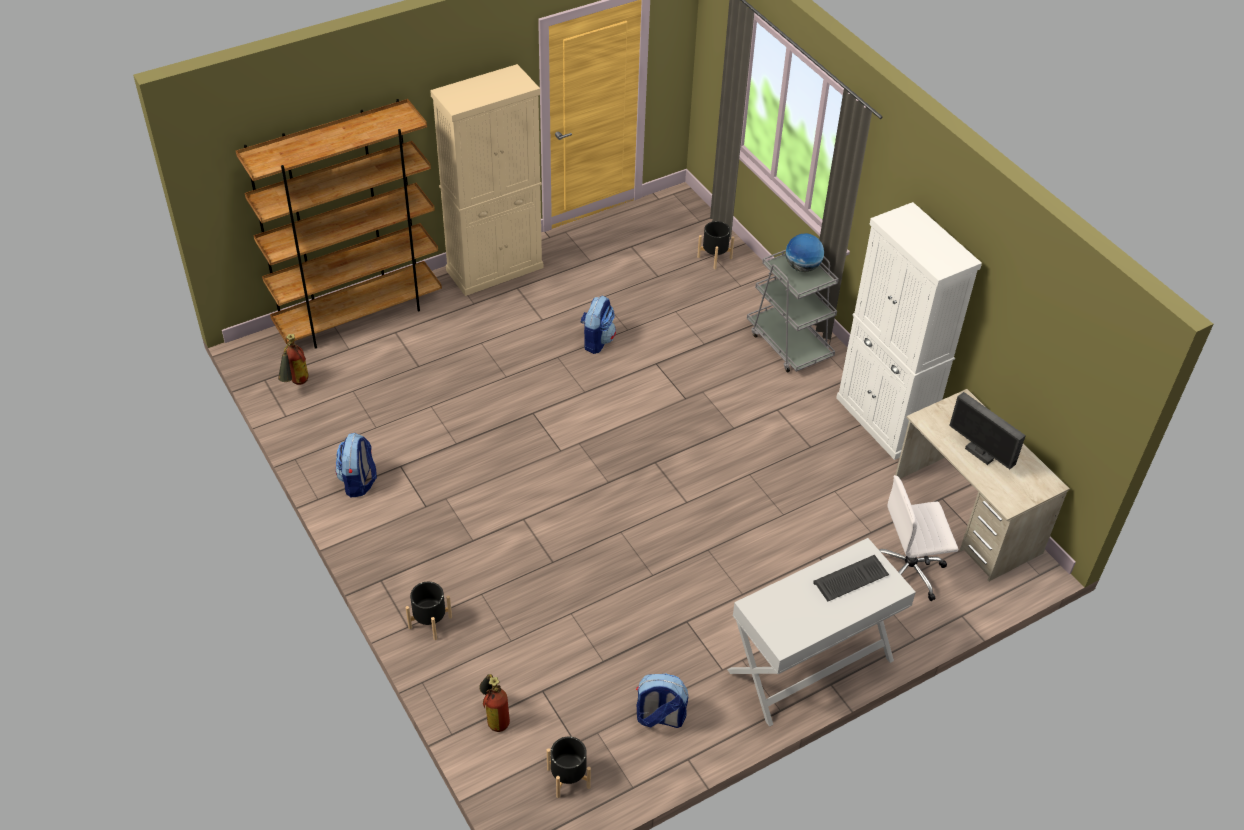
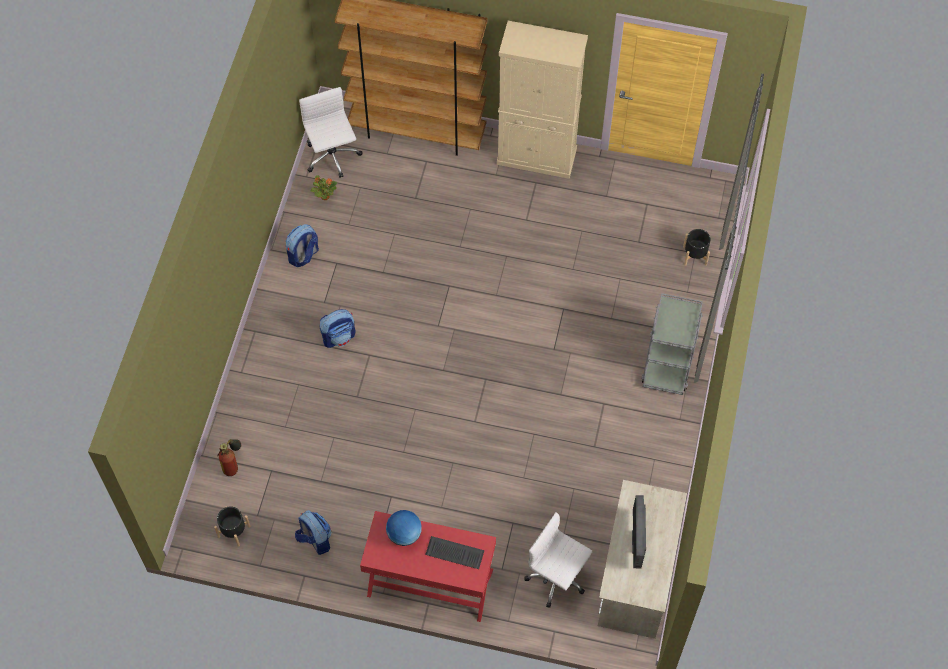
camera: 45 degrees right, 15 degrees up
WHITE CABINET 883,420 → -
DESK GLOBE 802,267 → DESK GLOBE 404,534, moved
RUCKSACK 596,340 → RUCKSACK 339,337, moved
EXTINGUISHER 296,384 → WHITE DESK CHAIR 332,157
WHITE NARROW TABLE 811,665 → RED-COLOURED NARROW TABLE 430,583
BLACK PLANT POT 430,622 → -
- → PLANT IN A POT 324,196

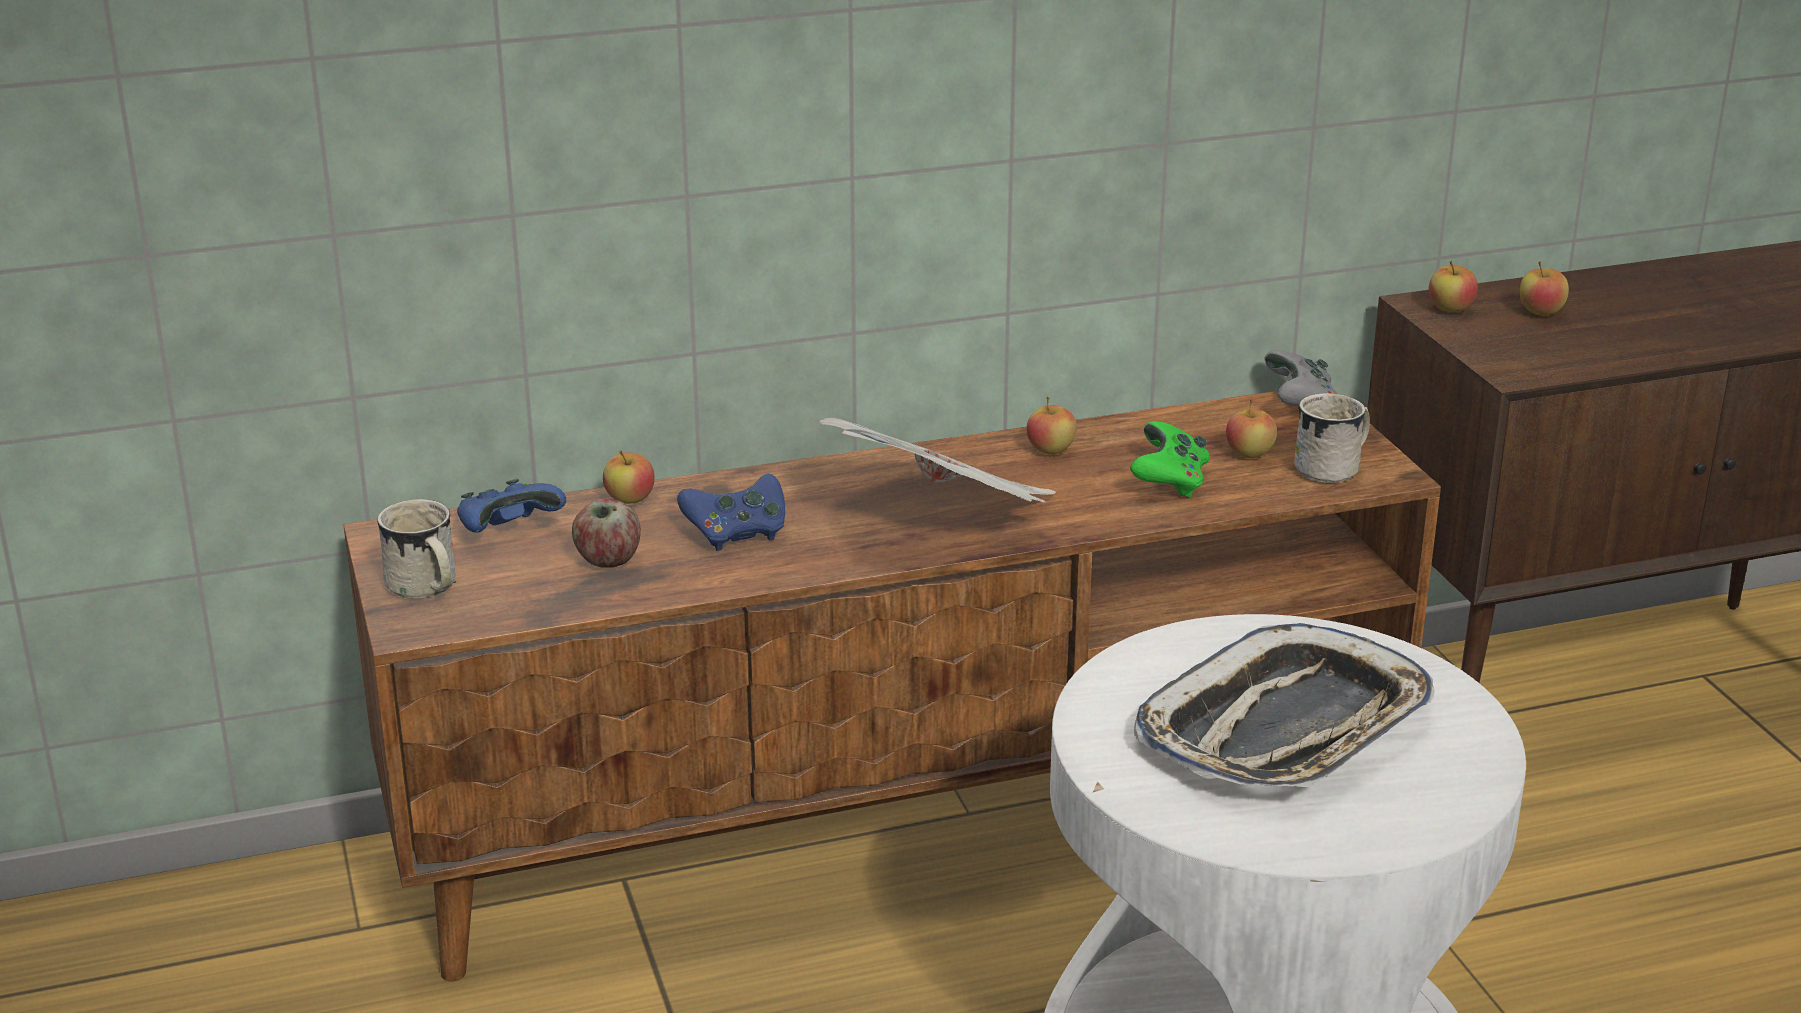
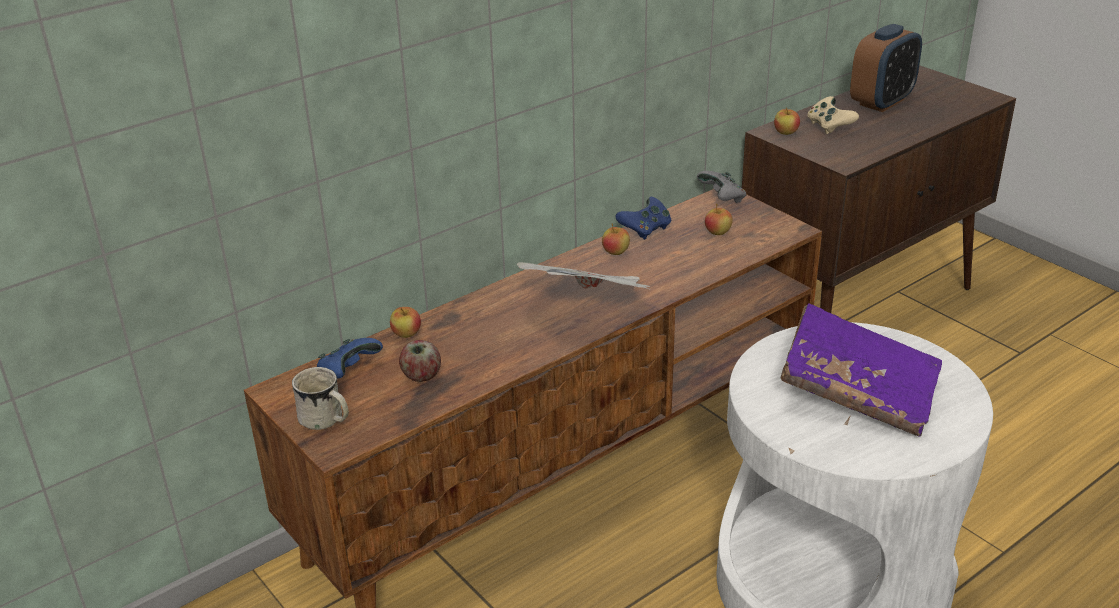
camera: 20 degrees left, 5 degrees up
WHOLE APPLE 1540,312 → SAND-COLOURED GAMEPAD 829,126
WHITE MUG 1335,468 → -
GREENISH GAMEPAD 1169,482 → -
BLUE GAMEPAD 736,534 → BLUE GAMEPAD 645,230, moved
SERVING TRAY 1285,730 → PURPLE-COLOURED VOLUME 858,391
- → TABLE CLOCK 881,102

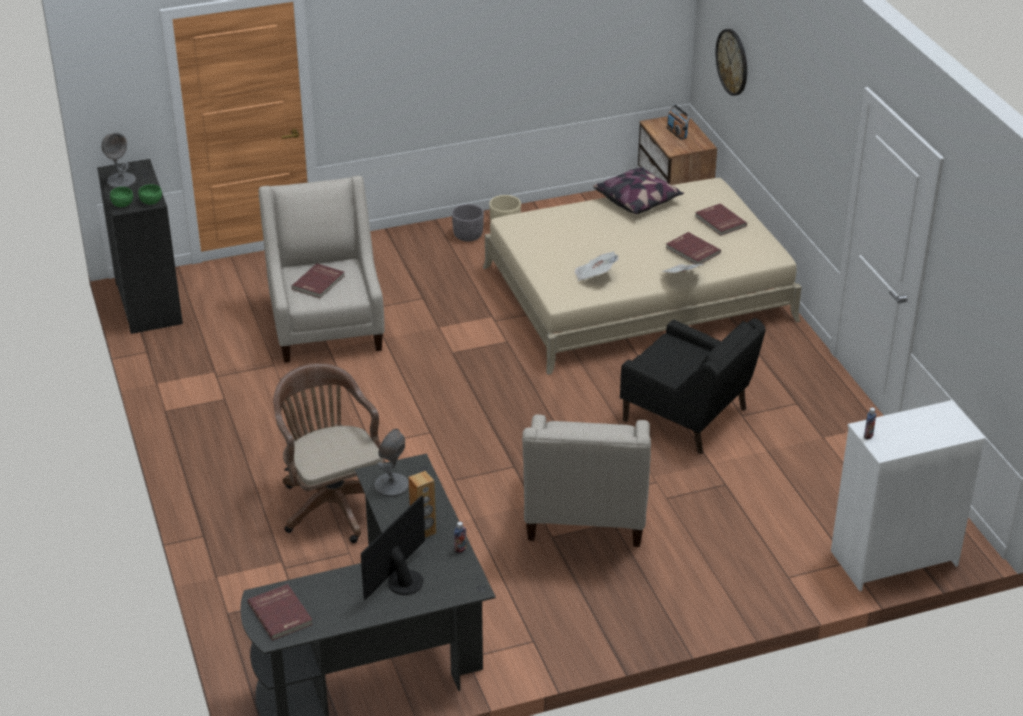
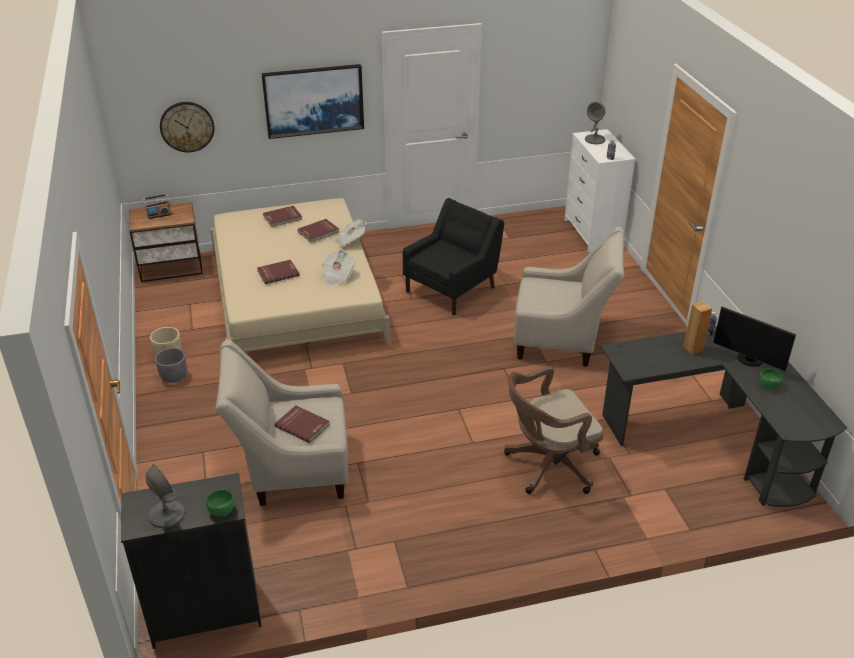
camera: 85 degrees left, 0 degrees up
CUSHION 638,200 → -
GREENISH BOWL 151,201 → GREENISH BOWL 768,385, moved
GRAY TABLE LAMP 391,486 → GRAY TABLE LAMP 595,140, moved
RED-COLOURED VOLUME 281,613 → RED-COLOURED VOLUME 278,273, moved
- → WALL PICTURE 313,100

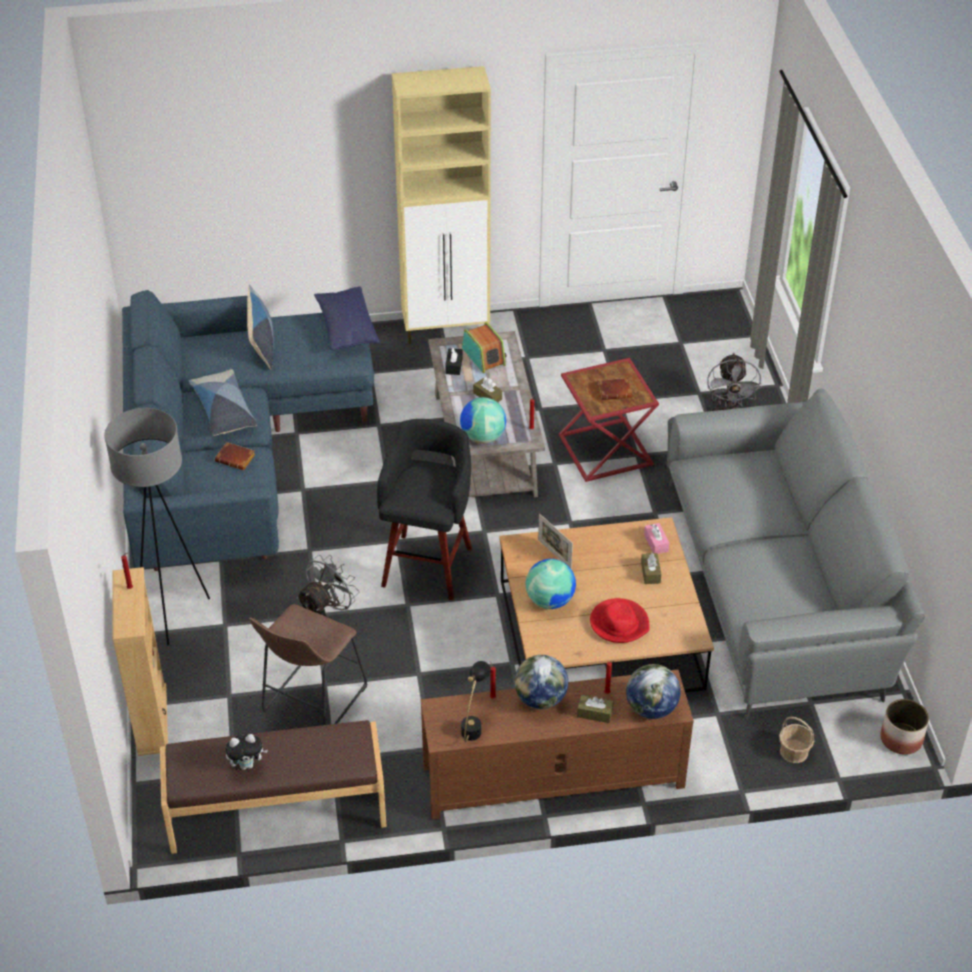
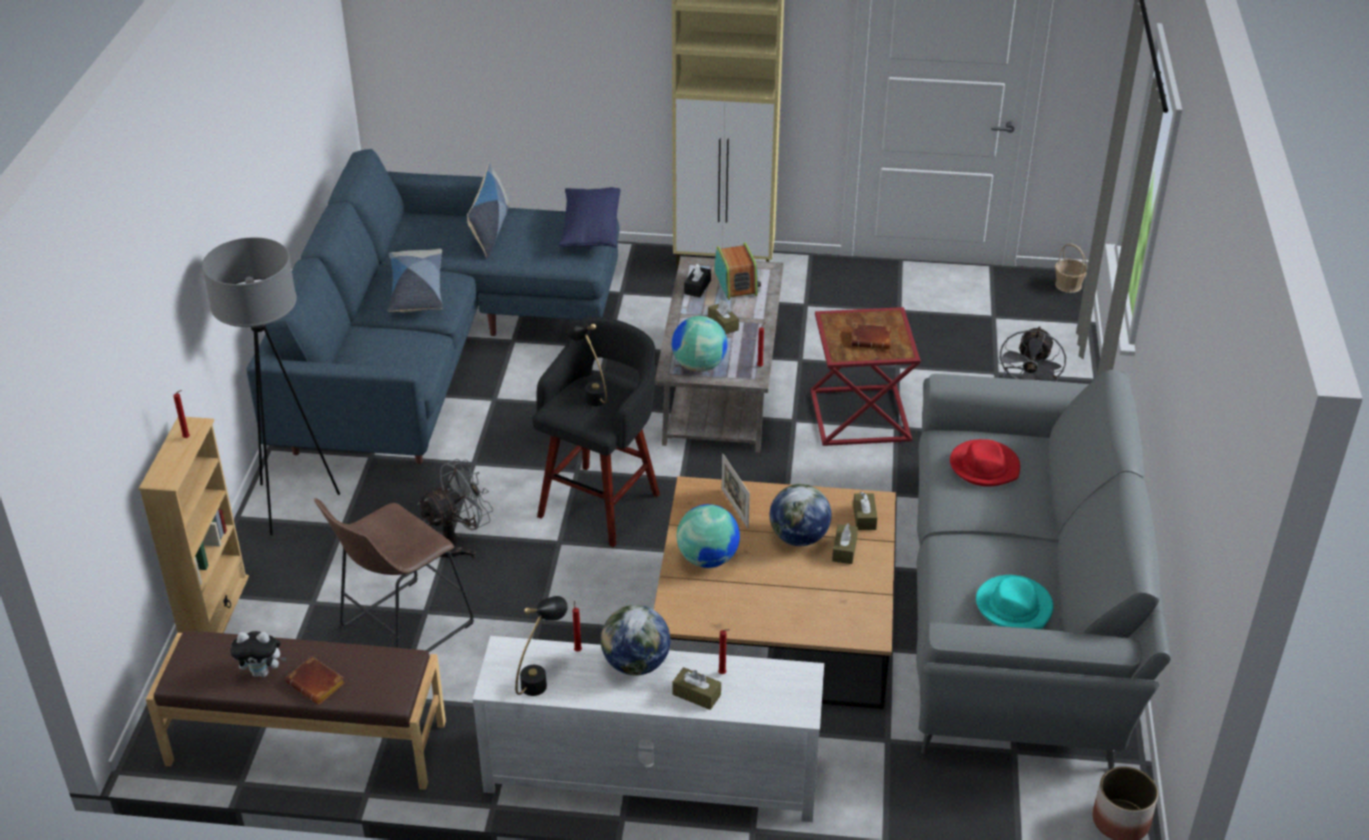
camera: 15 degrees right, 5 degrees down
BROWNISH VOLUME 236,458 → BROWNISH VOLUME 318,684, moved
PINK-COLOURED TISSUE BOX 656,543 → BROWNISH TISSUE BOX 864,517
RED-COLOURED WEARABLE HAT 619,623 → RED-COLOURED WEARABLE HAT 984,466, moved
DESK GLOBE 651,709 → DESK GLOBE 798,538, moved
BROWNISH TV STAND 552,777 → WHITE TV STAND 650,773
HOUSEHOLD BASKET 794,752 → HOUSEHOLD BASKET 1068,285, moved
- → BLACK TABLE LAMP 591,393
- → TURQUOISE WEARABLE HAT 1014,606

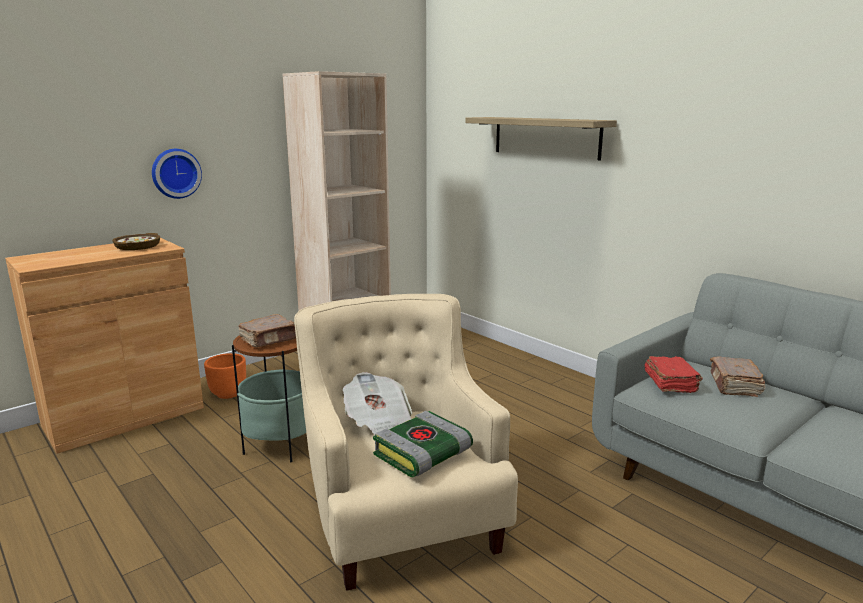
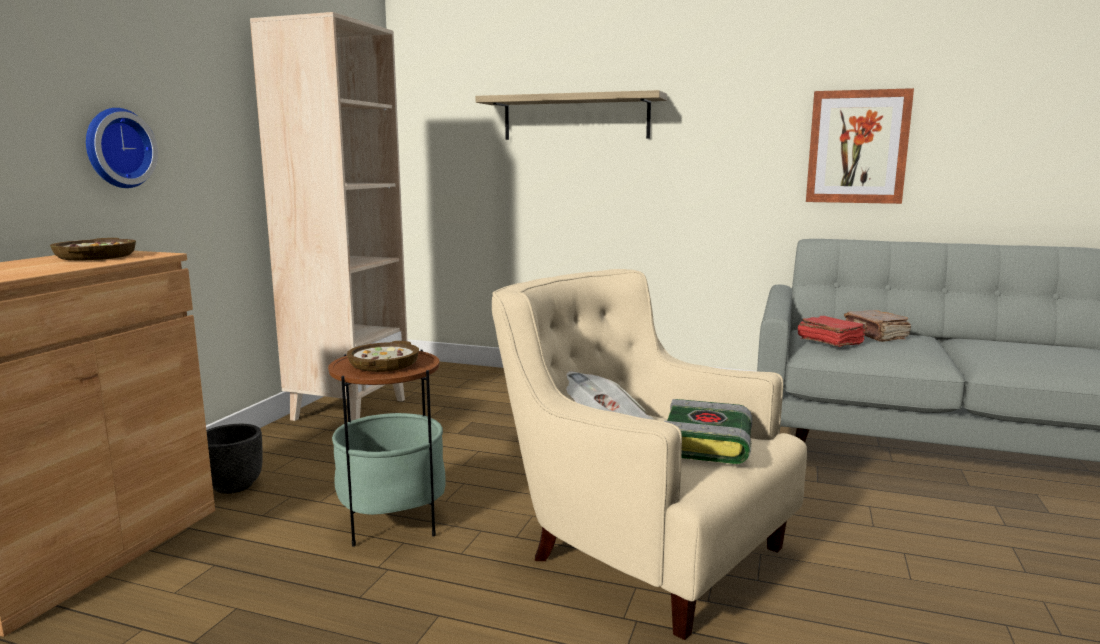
camera: 30 degrees left, 5 degrees down
BROWNISH VOLUME 269,340 → BOWL 384,364
ORANGE-COLOURED PLANT POT 228,393 → BLACK PLANT POT 233,486
- → WALL PICTURE 857,147

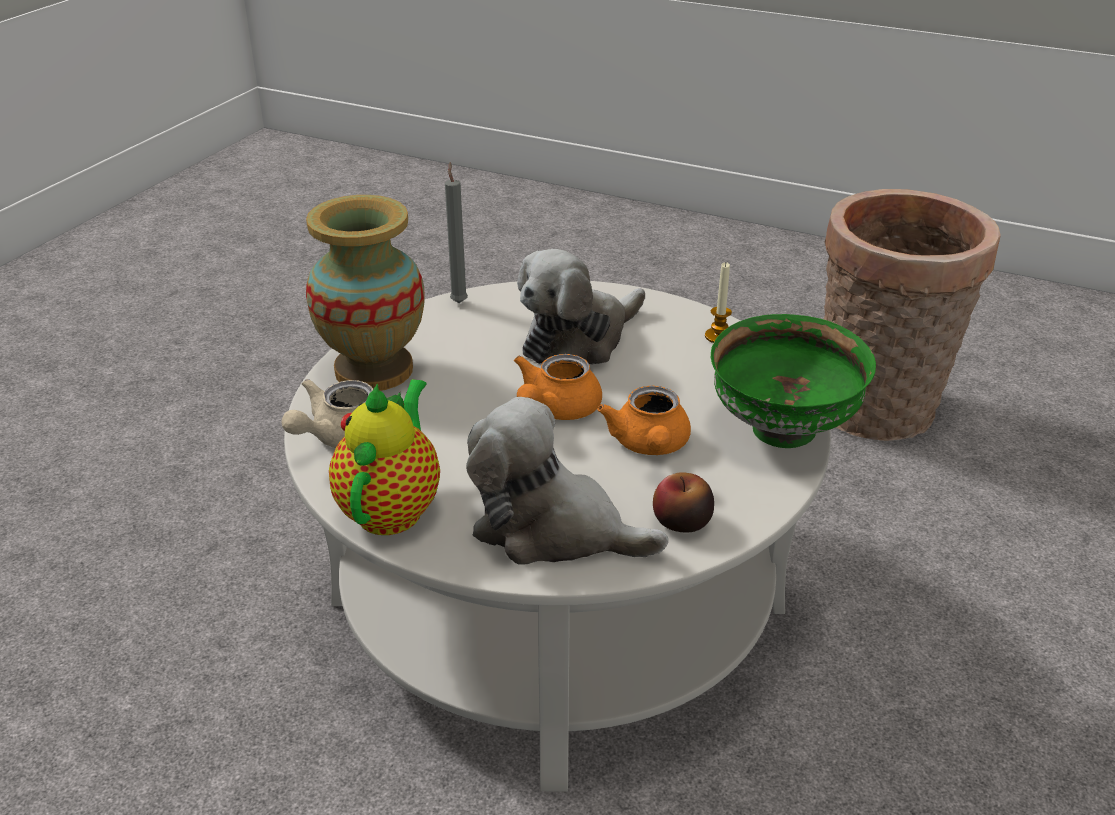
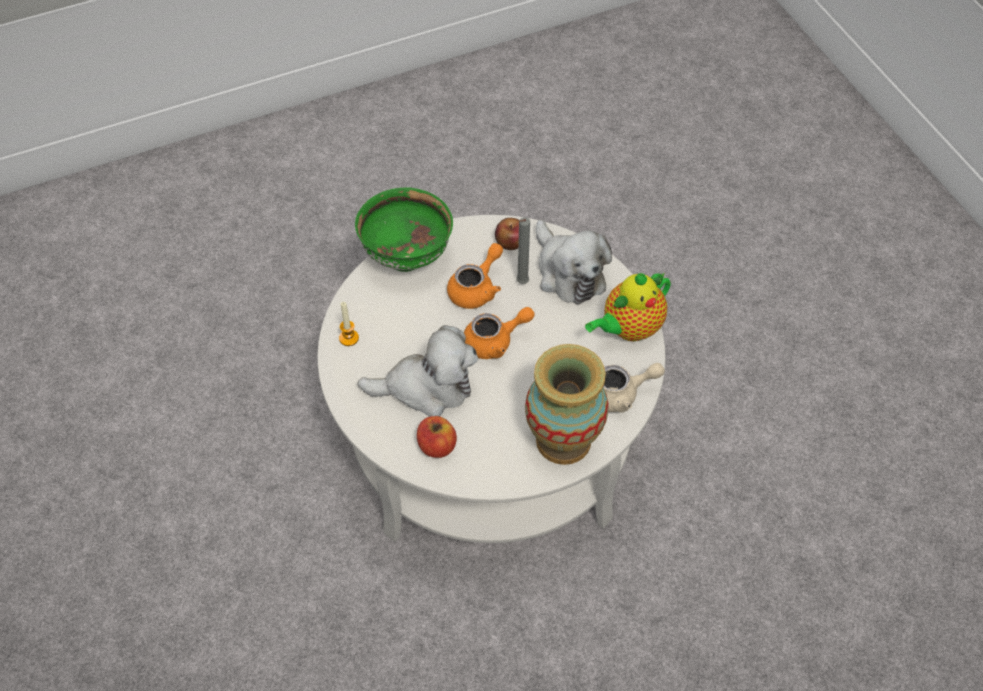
camera: 140 degrees left, 20 degrees up
GRAY CANDLE 459,301 → GRAY CANDLE 521,283, moved
HOUSEHOLD BASKET 876,413 → -
- → WHOLE APPLE 436,446

